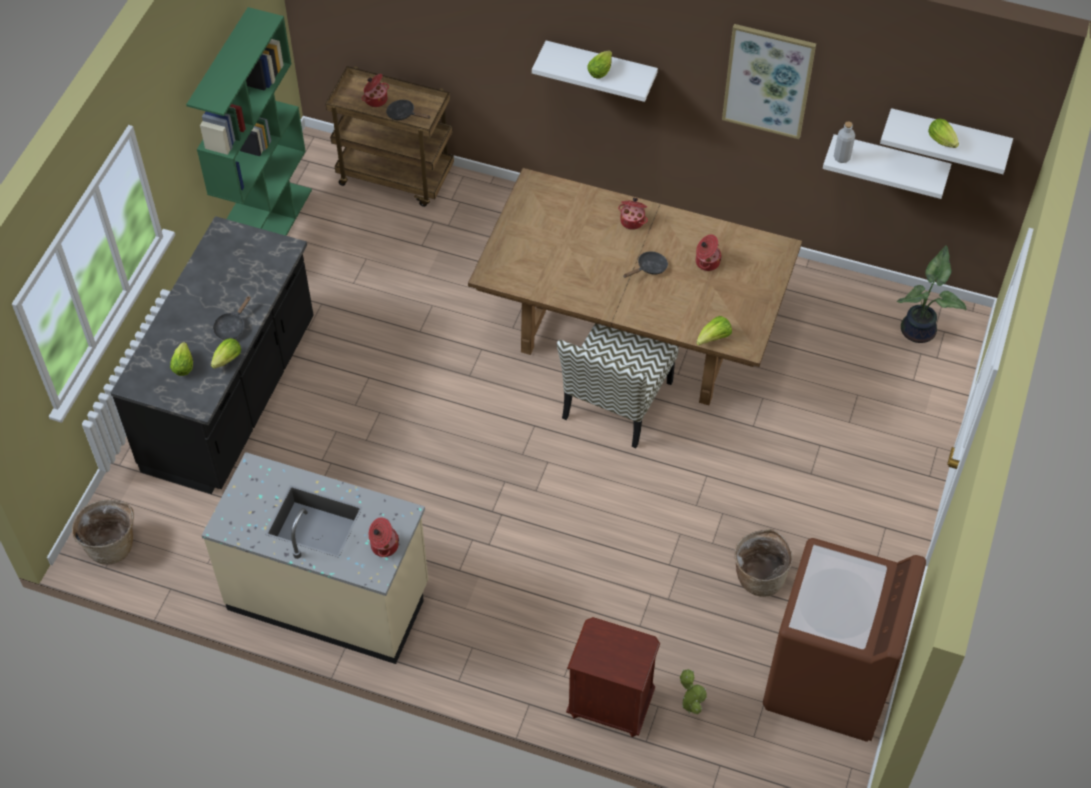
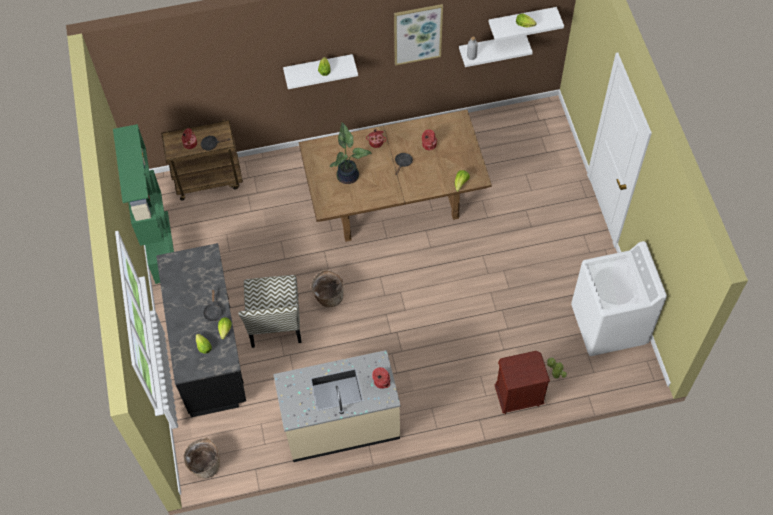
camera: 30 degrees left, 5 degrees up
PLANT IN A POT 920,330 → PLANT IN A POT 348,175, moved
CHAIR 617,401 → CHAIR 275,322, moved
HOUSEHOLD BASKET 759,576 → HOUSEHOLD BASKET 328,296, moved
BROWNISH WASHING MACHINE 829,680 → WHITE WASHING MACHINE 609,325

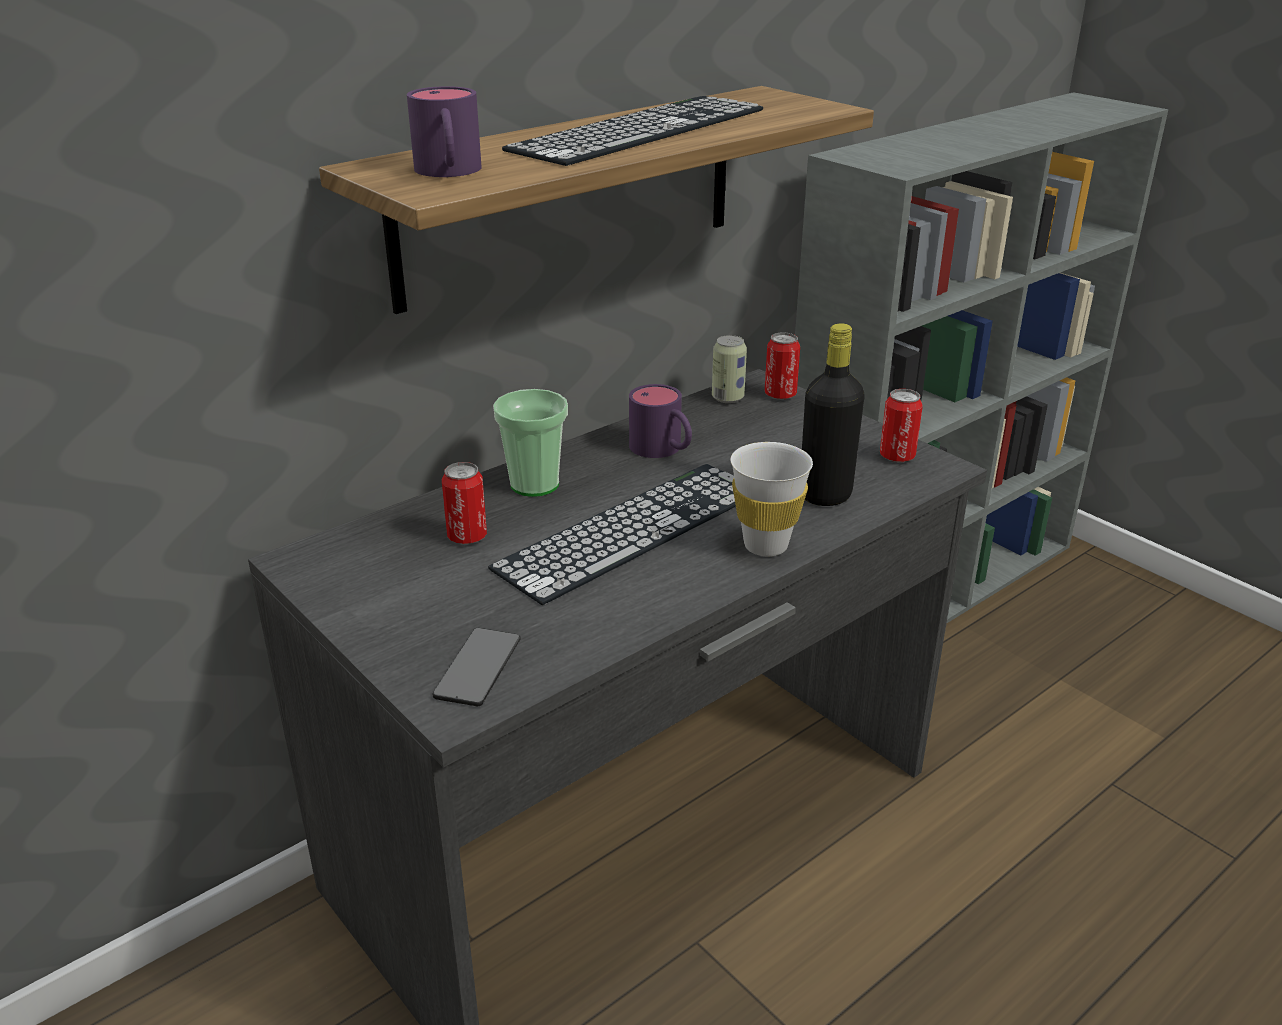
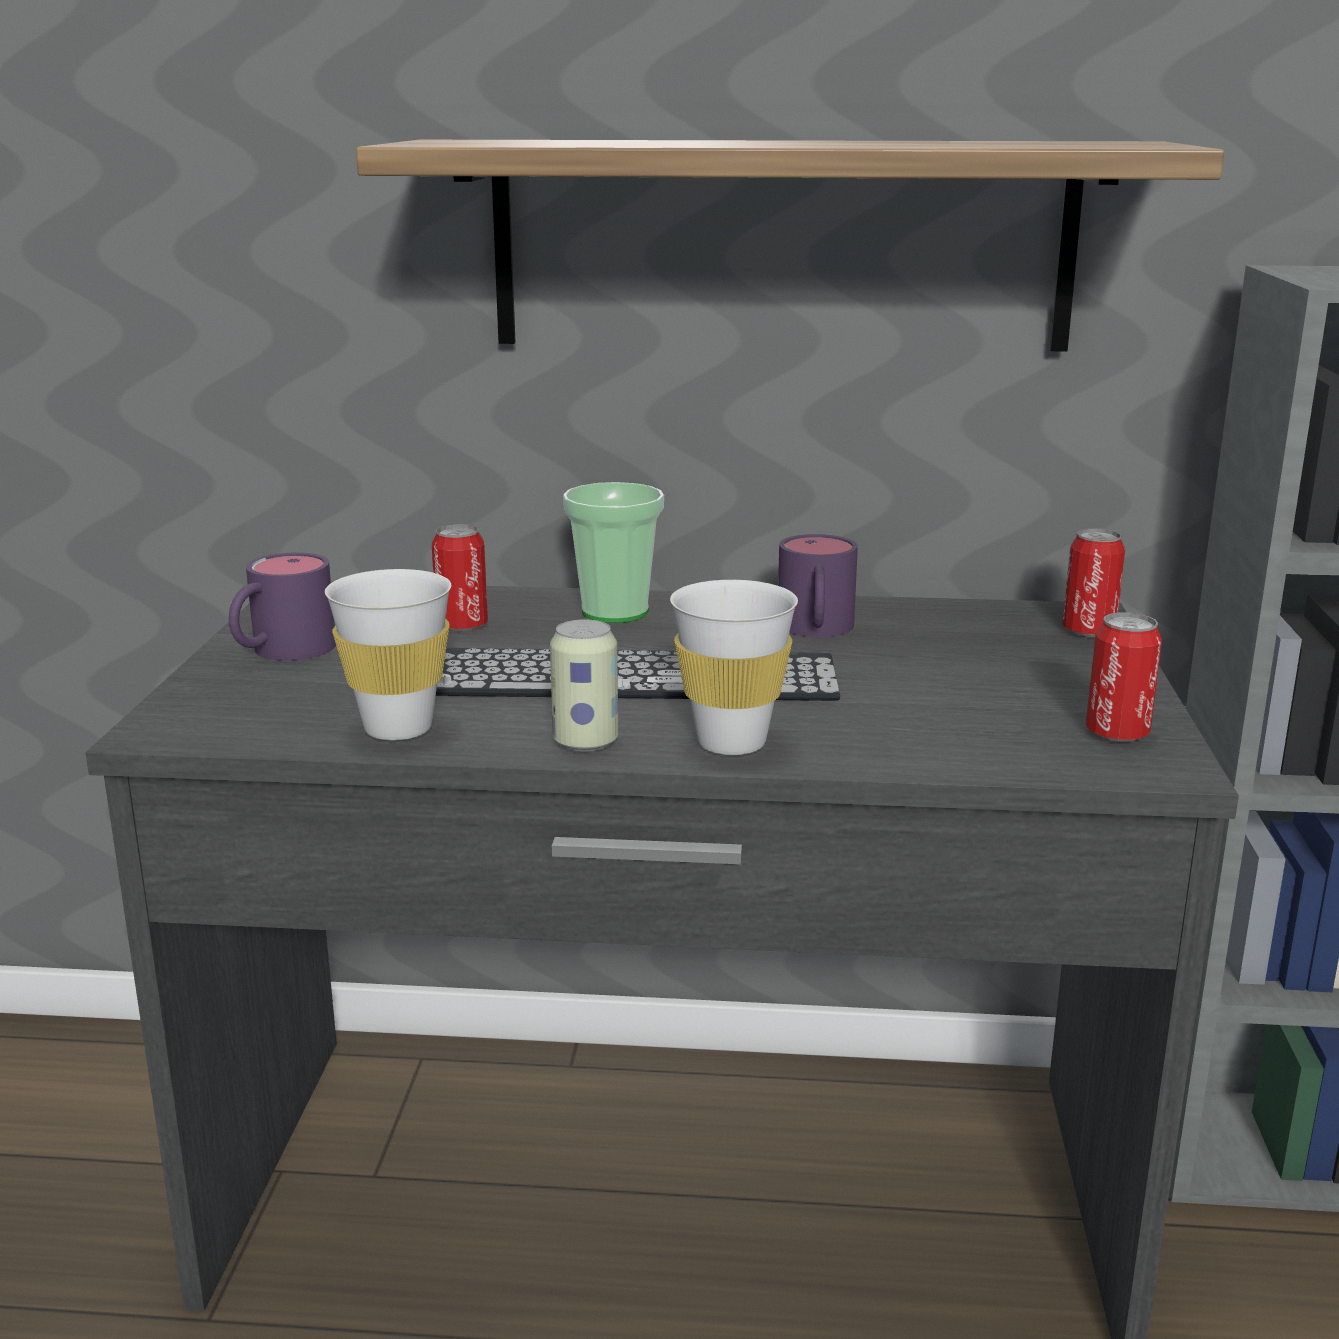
camera: 45 degrees right, 10 degrees down
PURPLE-COLOURED MUG 449,172 → PURPLE-COLOURED MUG 280,652, moved
PC KEYBOARD 640,129 → -
BLACK BEVERAGE BOTTLE 825,495 → -
SEALED CAN 727,398 → SEALED CAN 585,742, moved
HANDSET 478,668 → -
- → WHITE CUP 398,728

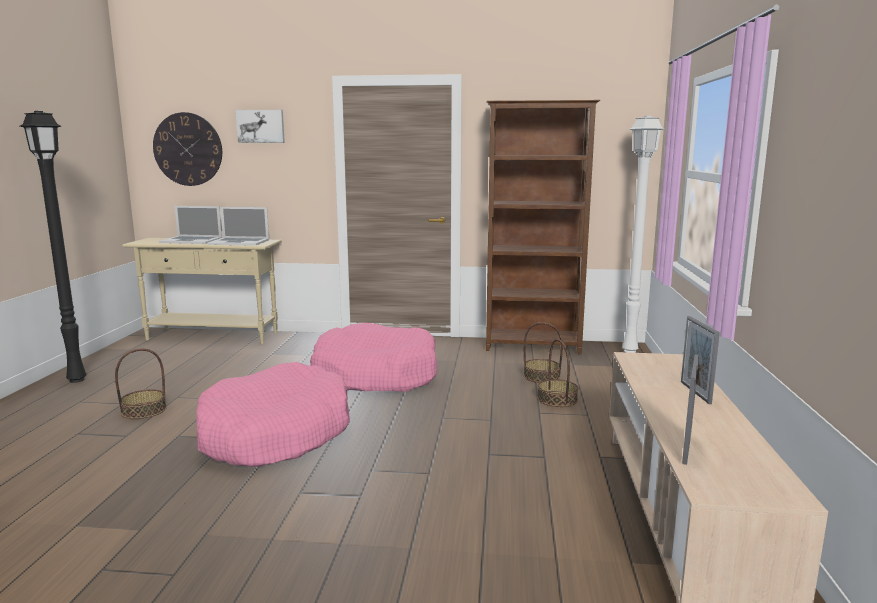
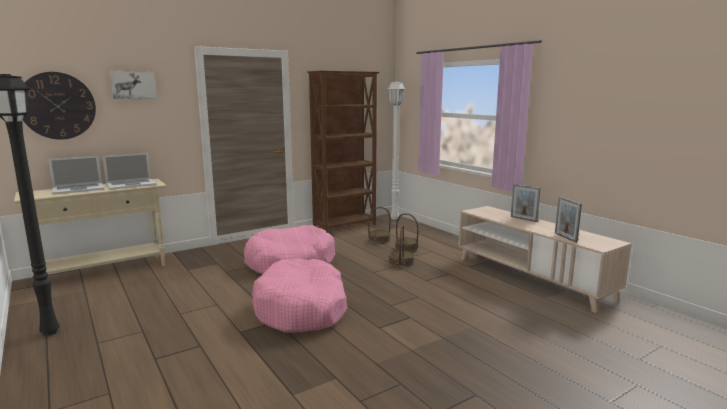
camera: 40 degrees left, 0 degrees up
HOUSEHOLD BASKET 144,410 → HOUSEHOLD BASKET 401,263, moved

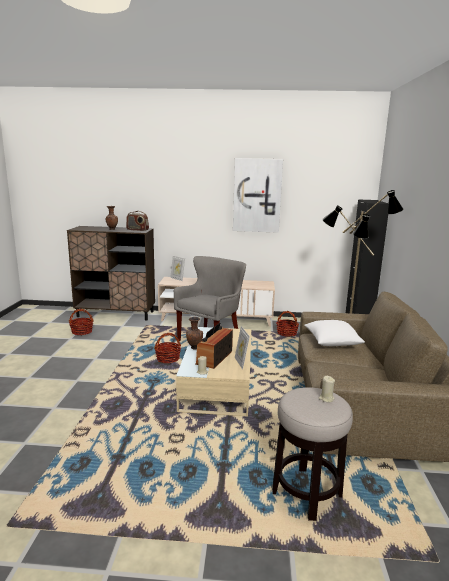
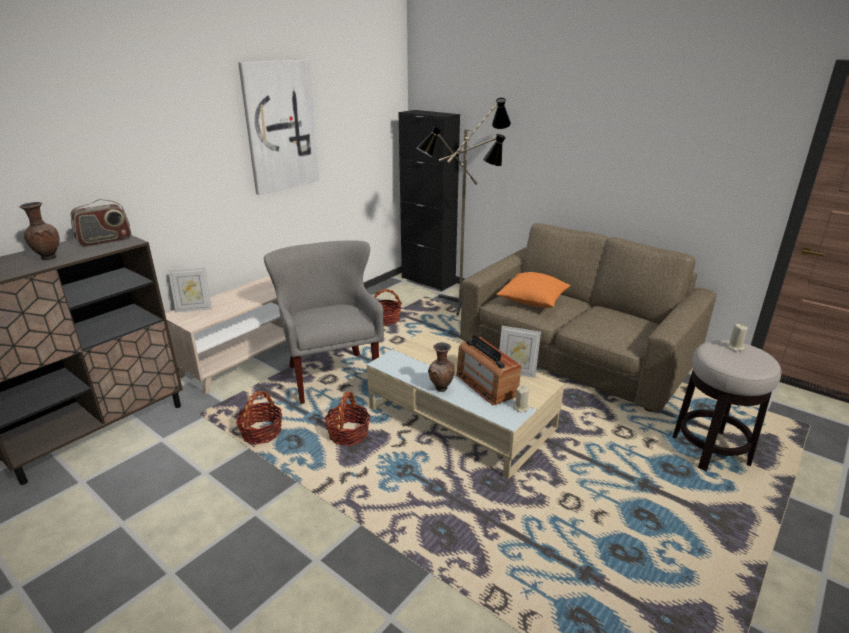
camera: 55 degrees left, 10 degrees up
HOUSEHOLD BASKET 82,331 → HOUSEHOLD BASKET 261,432, moved
WHITE CUSHION 332,342 → ORANGE-COLOURED CUSHION 532,301

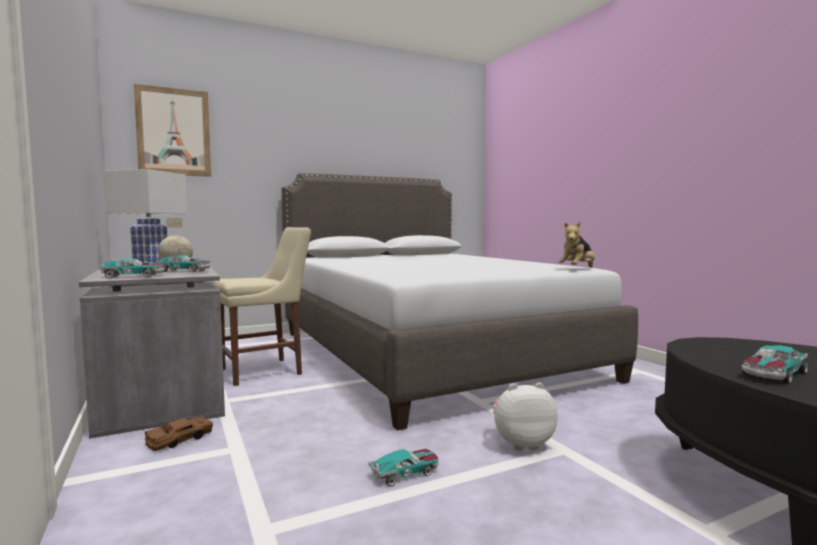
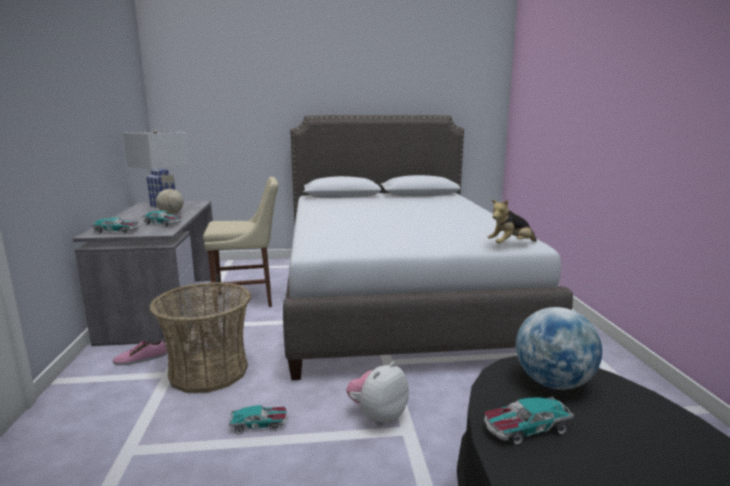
camera: 20 degrees right, 10 degrees up
WALL PICTURE 173,132 → -
CUDDLY TOY 521,443 → CUDDLY TOY 378,416, 60 degrees counterclockwise
BROWNISH MINIATURE CAR 180,440 → ITEM OF FOOTWEAR 141,358
- → HOUSEHOLD BASKET 208,371
- → DESK GLOBE 553,383

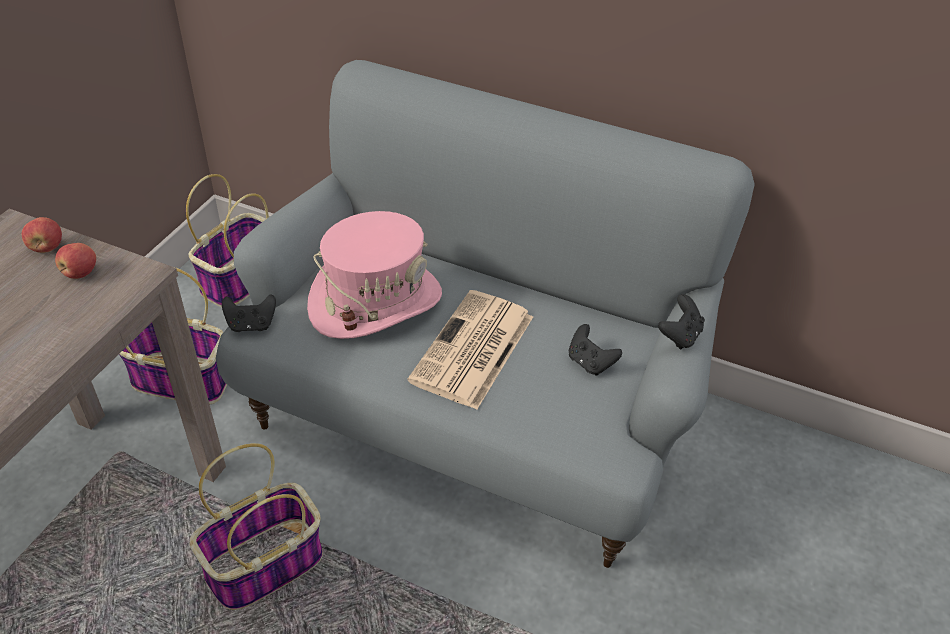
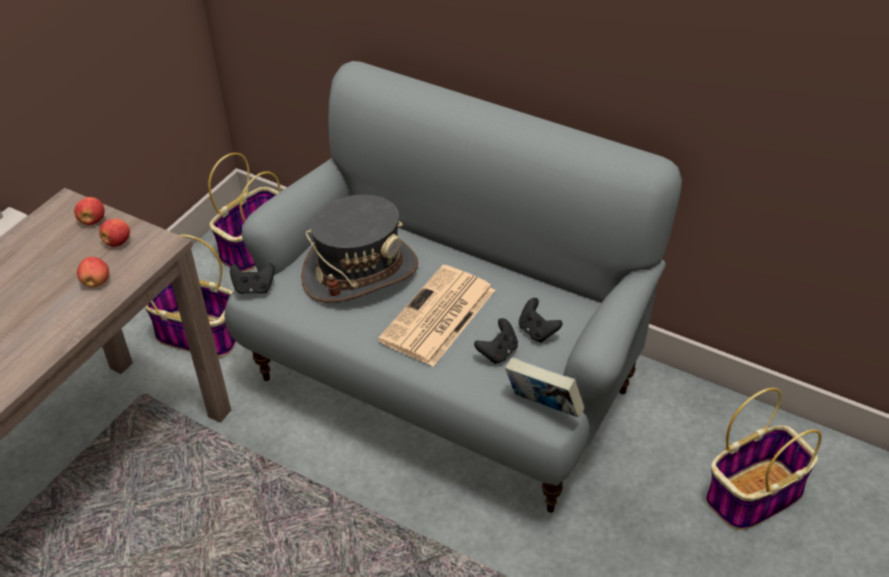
camera: 10 degrees right, 0 degrees up
PINK-COLOURED WEARABLE HAT 375,301 → GRAY WEARABLE HAT 360,272
BLACK GAMEPAD 679,336 → BLACK GAMEPAD 498,352, moved
HOUSEHOLD BASKET 264,566 → HOUSEHOLD BASKET 754,496, moved
- → WHOLE APPLE 96,282
- → VOLUME 543,407

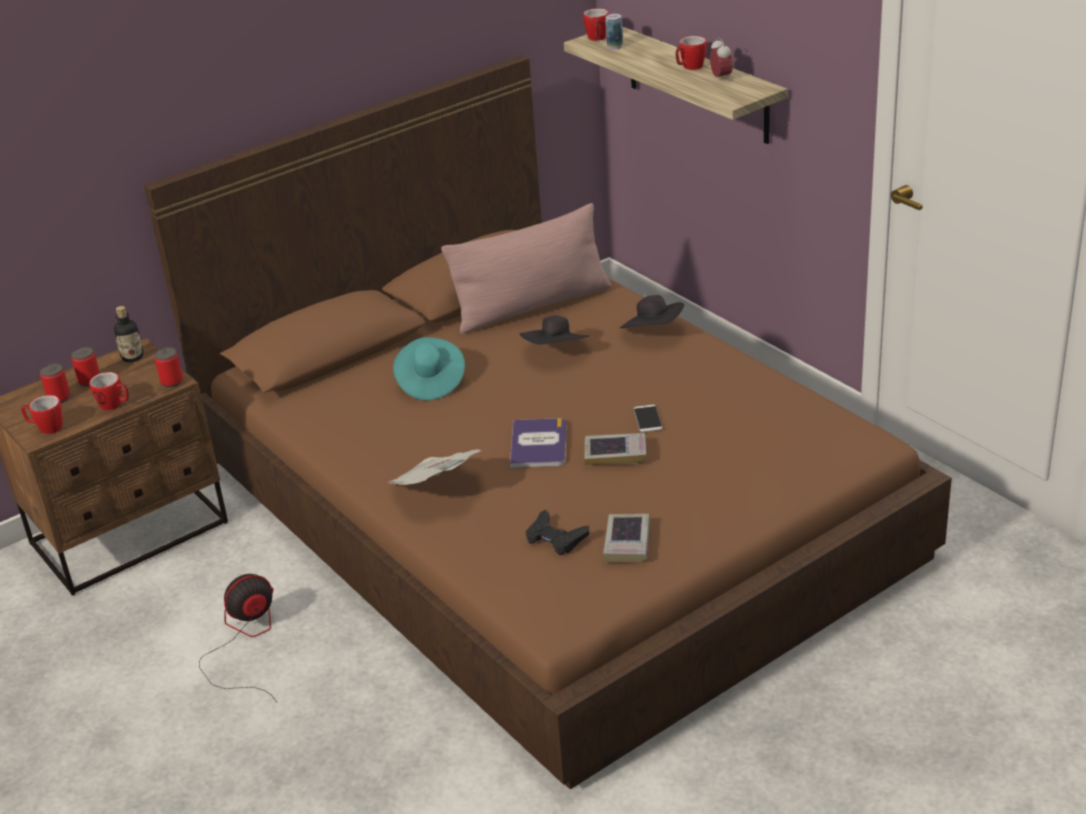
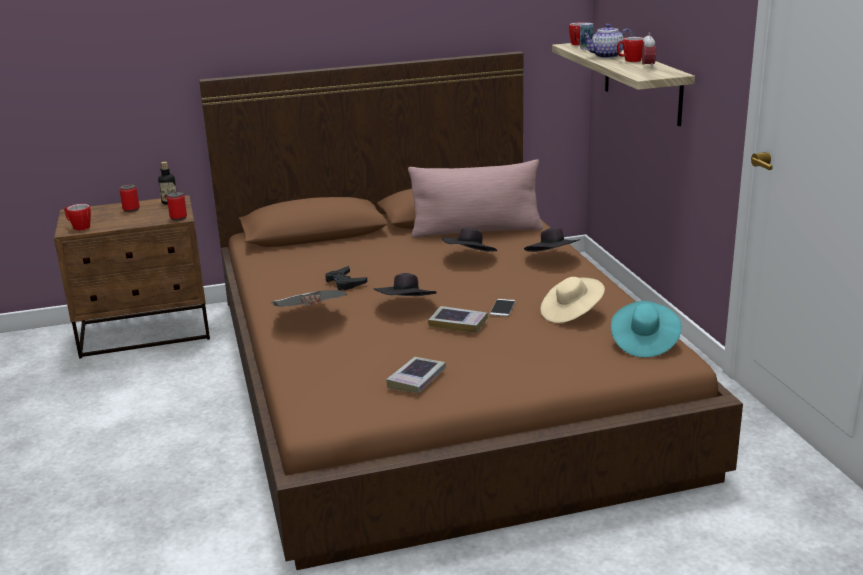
camera: 20 degrees right, 10 degrees down
TURQUOISE WEARABLE HAT 430,382 → TURQUOISE WEARABLE HAT 644,343, moved
SEALED CAN 59,398 → -
MUG 115,405 → -
VOLUME 538,444 → BLACK WEARABLE HAT 406,307
BLACK GAMEPAD 555,538 → BLACK GAMEPAD 345,282, moved
FAN 246,642 → -
- → TEA POT 606,56
- → SAND-COLOURED WEARABLE HAT 571,314

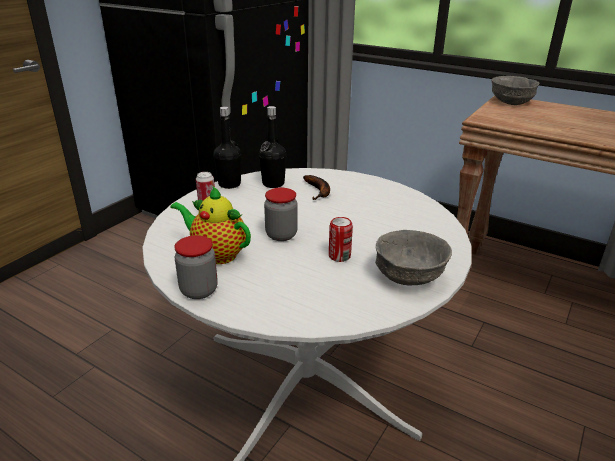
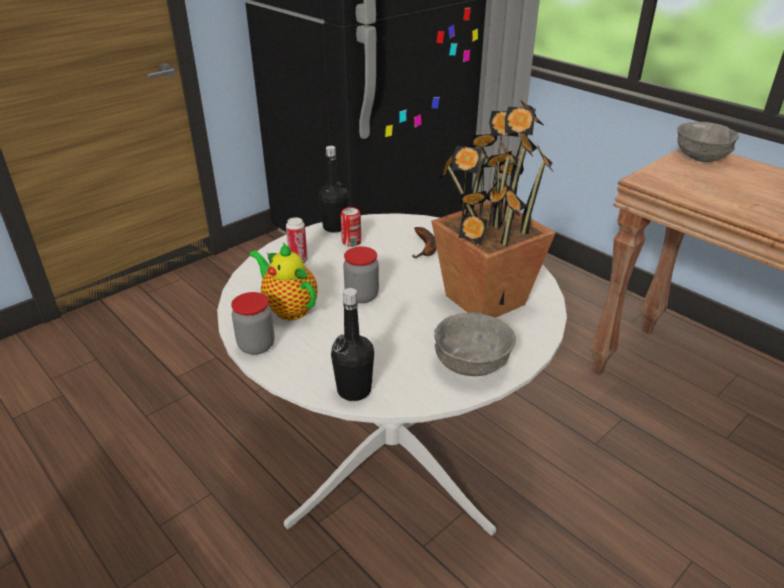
camera: 15 degrees right, 5 degrees up
BLACK BEVERAGE BOTTLE 273,184 → BLACK BEVERAGE BOTTLE 354,390, moved
SEALED CAN 339,256 → SEALED CAN 351,242, moved
- → PLANT IN A POT 483,299

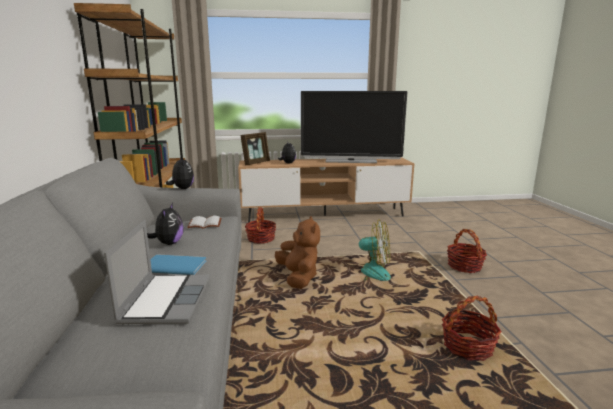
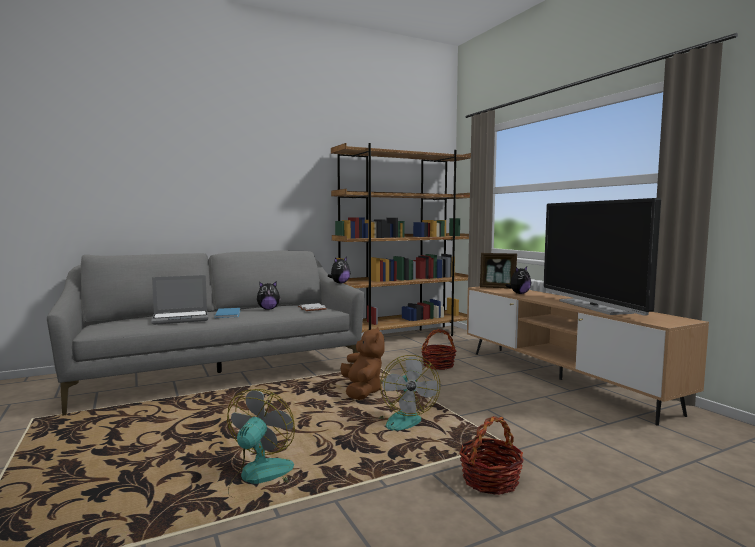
camera: 70 degrees right, 10 degrees down
BROWNISH CUDDLY TOY 298,278 → BROWNISH CUDDLY TOY 362,391, 60 degrees counterclockwise
HOUSEHOLD BASKET 467,346 → FAN 260,479

